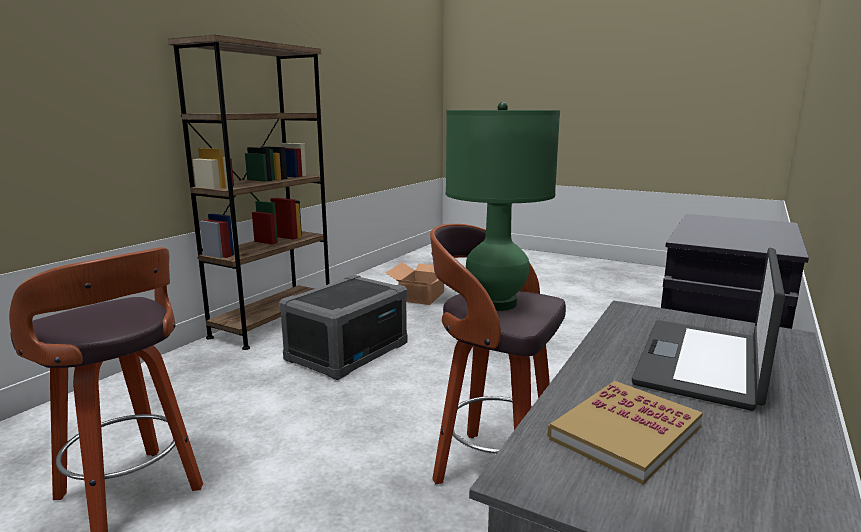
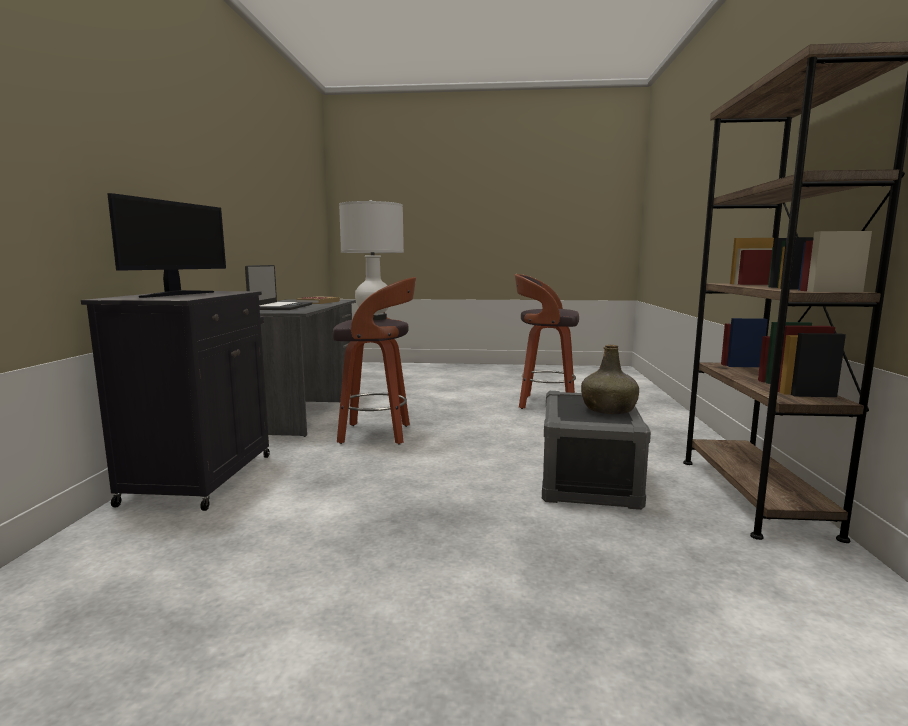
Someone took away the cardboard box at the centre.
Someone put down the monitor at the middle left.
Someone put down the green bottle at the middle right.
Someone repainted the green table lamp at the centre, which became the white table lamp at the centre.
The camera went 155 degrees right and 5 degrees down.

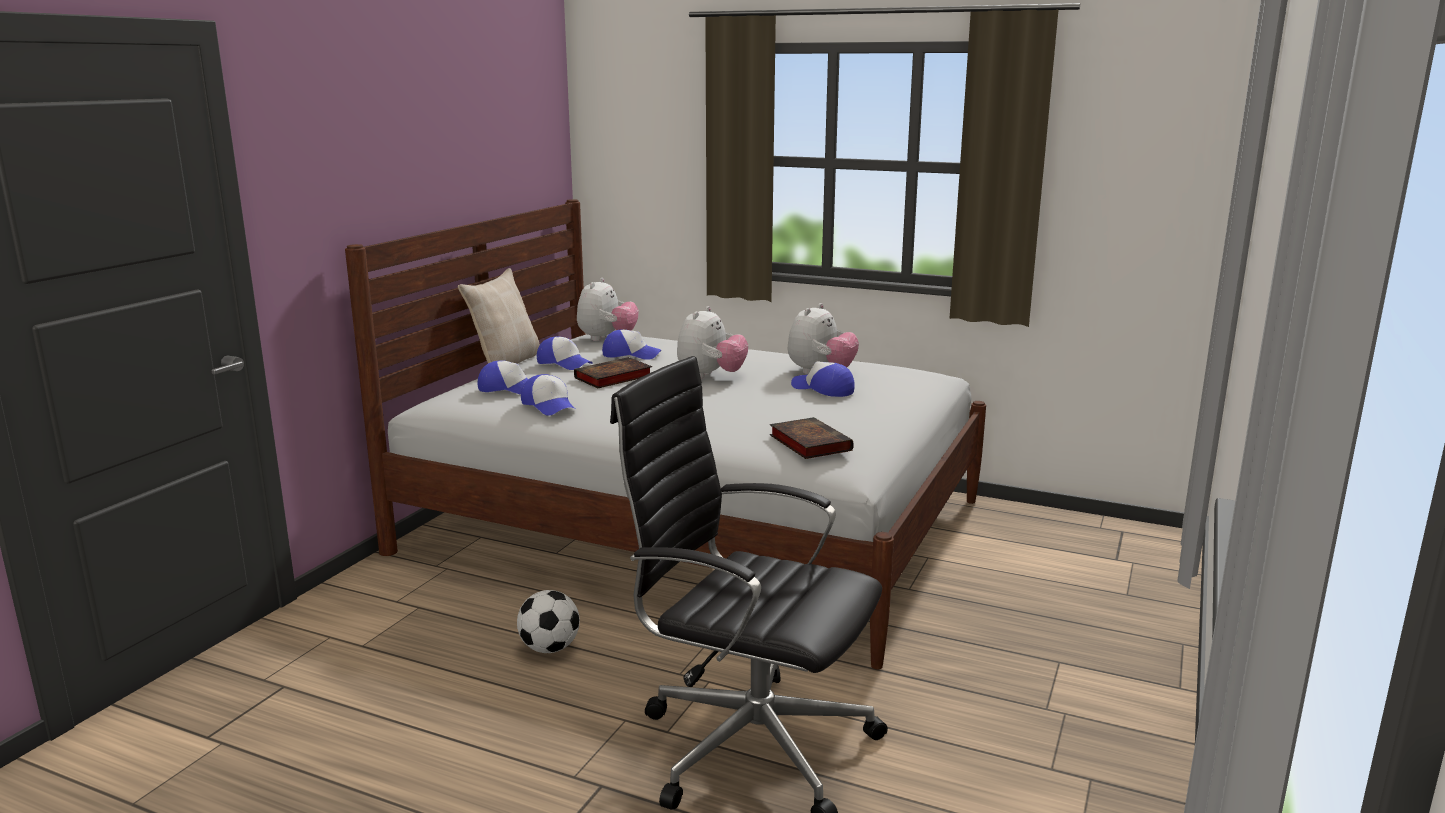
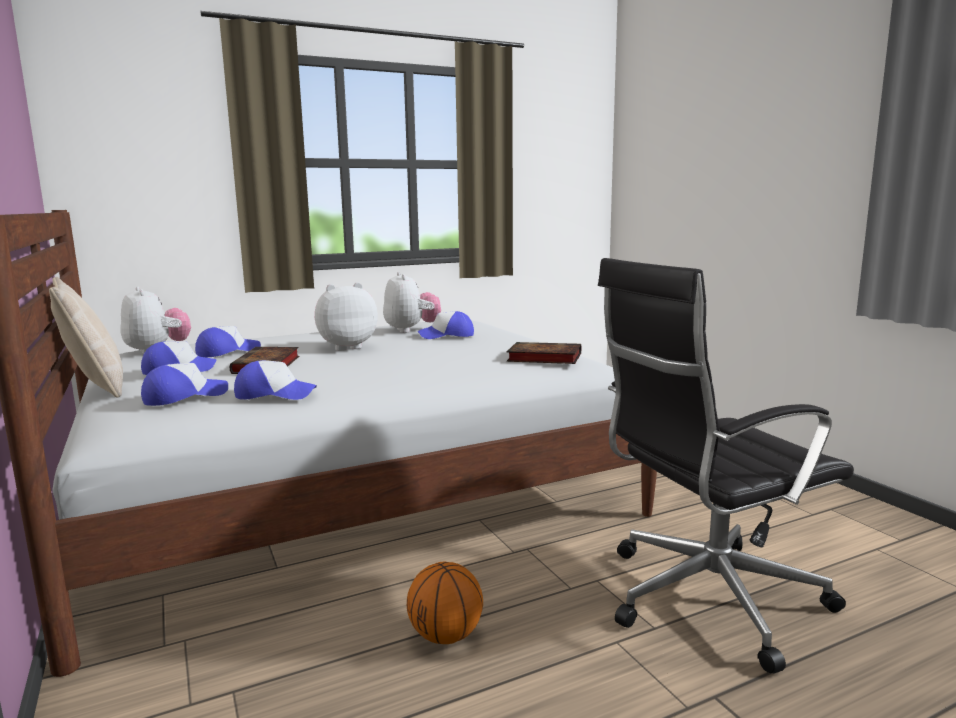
Someone swapped the football at the bottom centre for the basketball at the bottom centre.
Someone rotated the plush toy (no. 2 from left) at the centre by 90 degrees counterclockwise.
The camera went 50 degrees left and 5 degrees down.

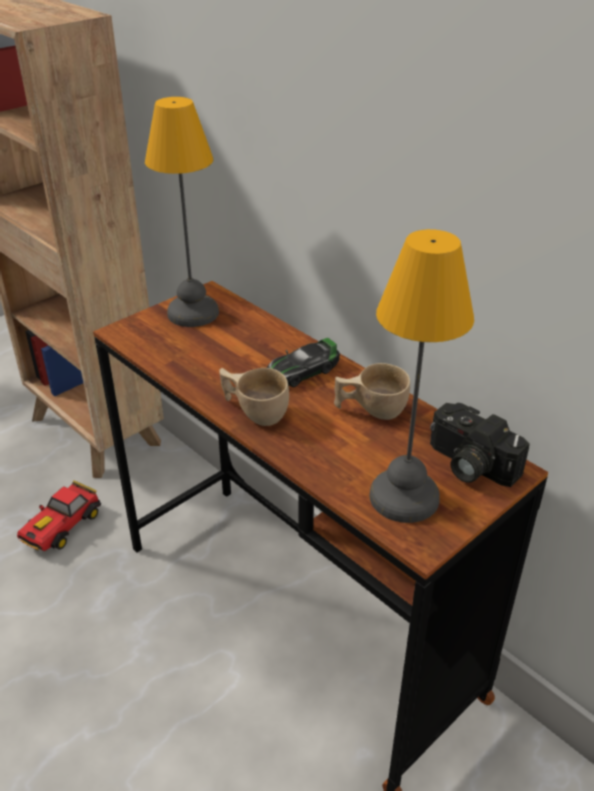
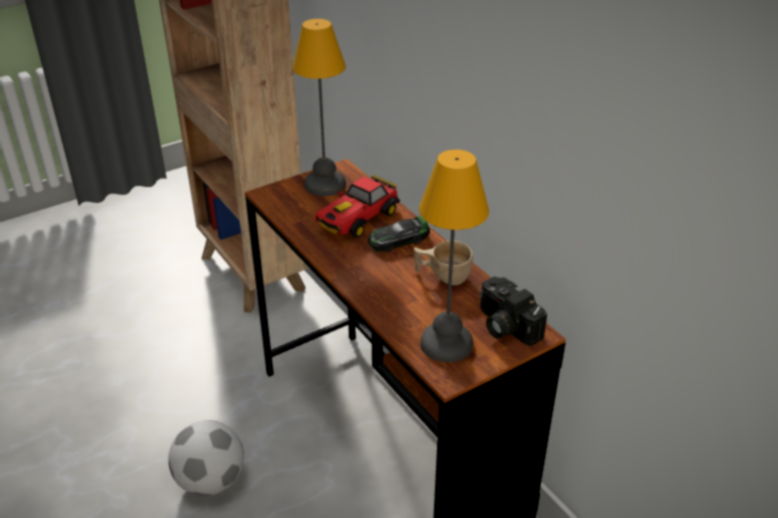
Someone took away the beige cup (no. 1 from left) at the centre.
Someone put down the football at the bottom left.
Someone carried the toy car (no. 1 from left) from the middle left to the centre.
The camera went 10 degrees right and 0 degrees up.

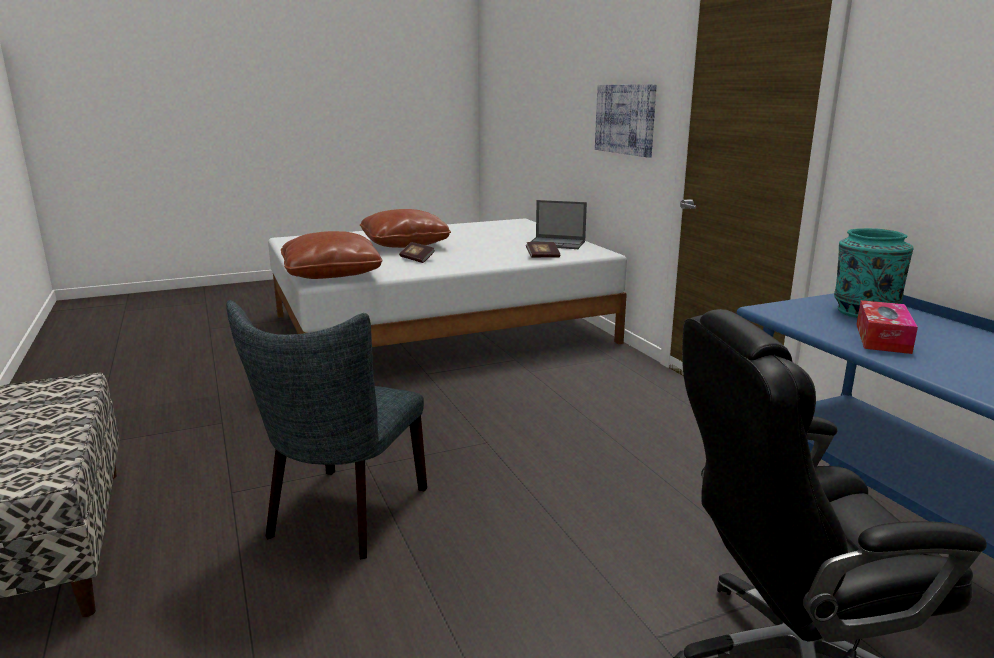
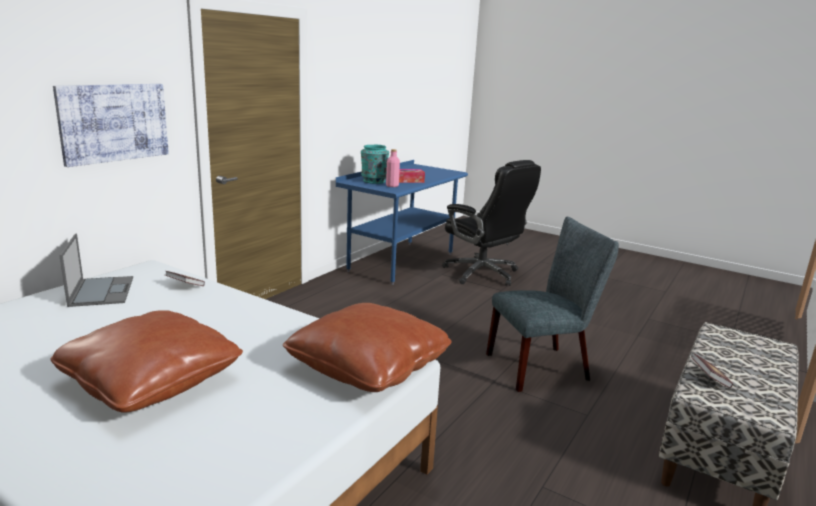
Someone put down the pink bottle at the top centre.
Someone carried the book (no. 1 from left in the first image) from the centre to the bottom right.
The camera went 125 degrees left and 0 degrees up.

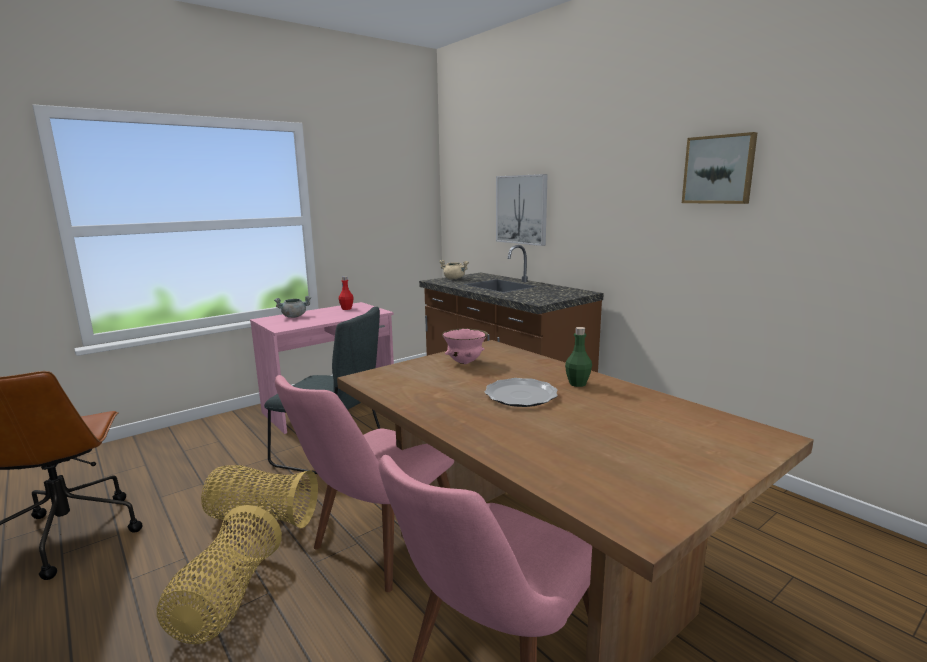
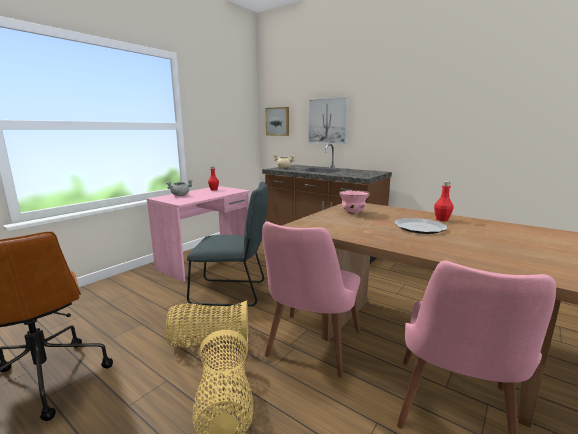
Someone carried the picture (no. 2 from left in the first image) from the top right to the top centre.
Someone repainted the green bottle at the centre, which became the red bottle (no. 2 from left) at the middle right.
The camera went 15 degrees left and 0 degrees up.

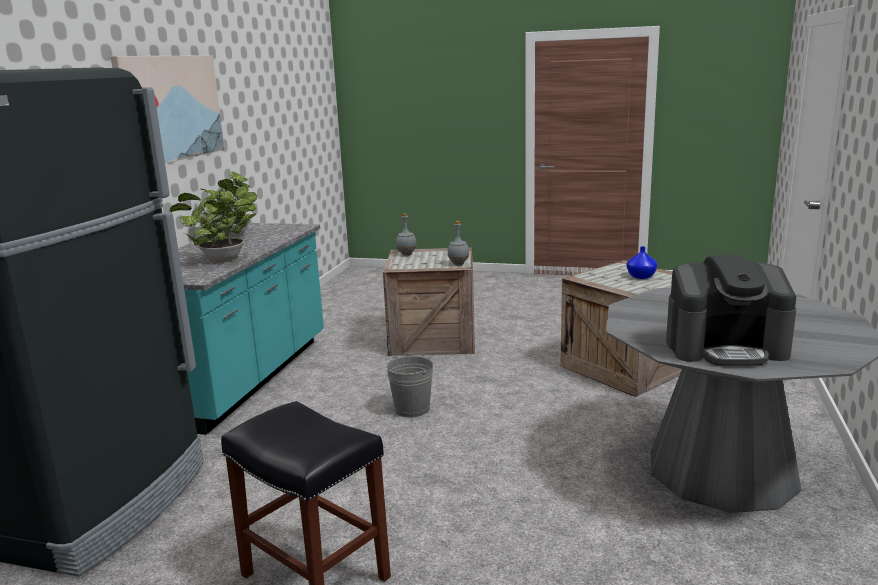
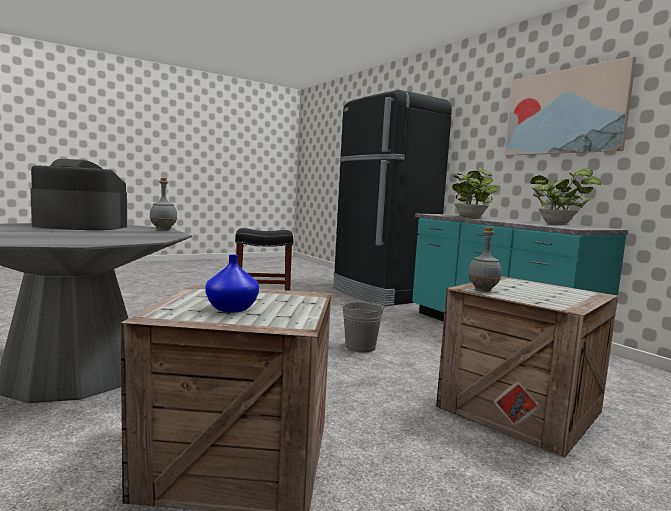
Someone carried the grey bottle (no. 1 from left) from the centre to the middle left.
Someone rotated the coffee machine at the middle right by 45 degrees clockwise.
The camera went 130 degrees right and 10 degrees down.

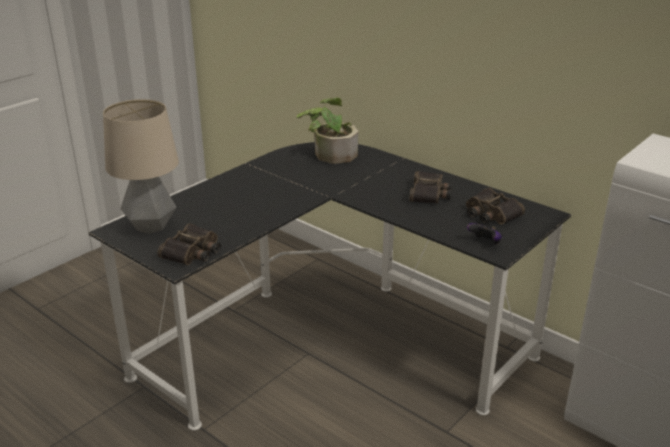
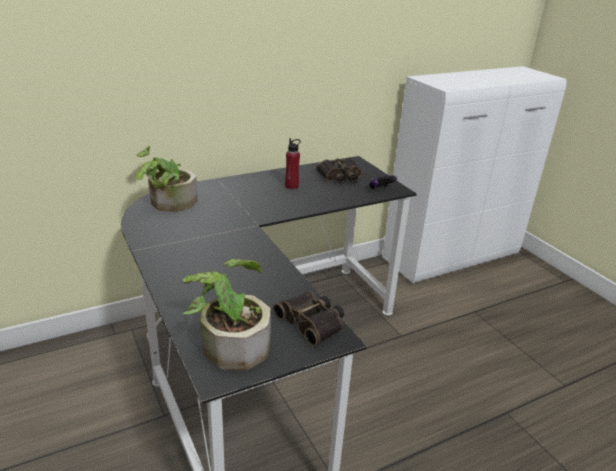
Someone swapped the table lamp at the middle left for the potted plant (no. 2 from left) at the bottom centre.
Someone swapped the binoculars (no. 2 from left) at the centre for the red bottle at the centre.
The camera went 70 degrees left and 0 degrees up.

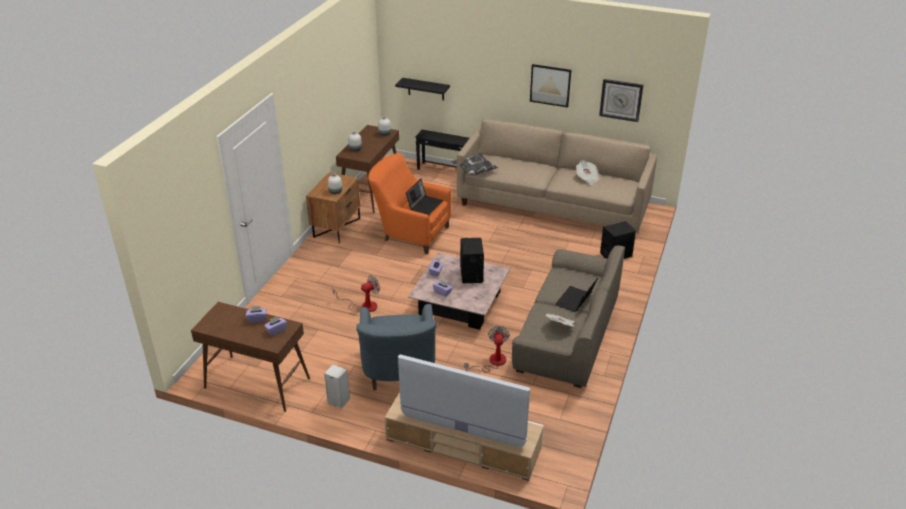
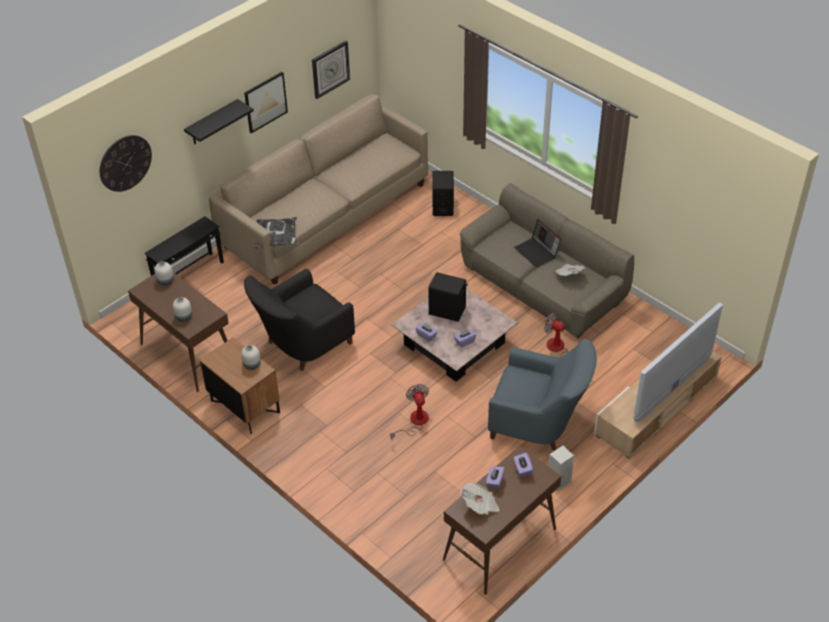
Someone took away the laptop (no. 1 from left) at the centre.
Someone put up the wall clock (no. 1 from left) at the top left.
Someone carried the black shelf from the top centre to the top left.
Someone carried the newspaper (no. 2 from left in the first image) from the centre to the bottom centre.
Someone repainted the orange armchair at the centre, which became the black armchair at the centre.
The camera went 65 degrees left and 10 degrees up.

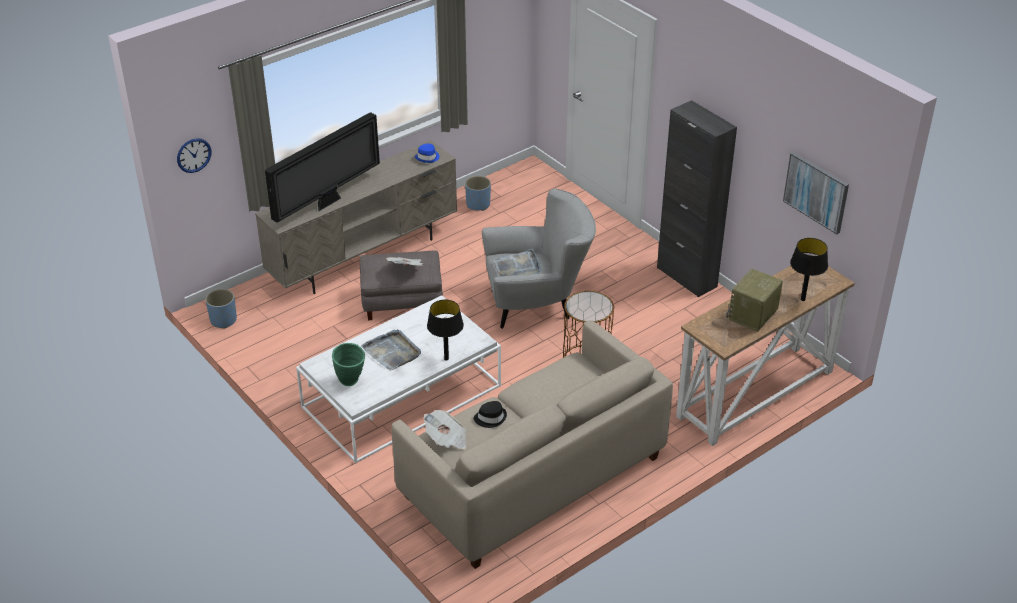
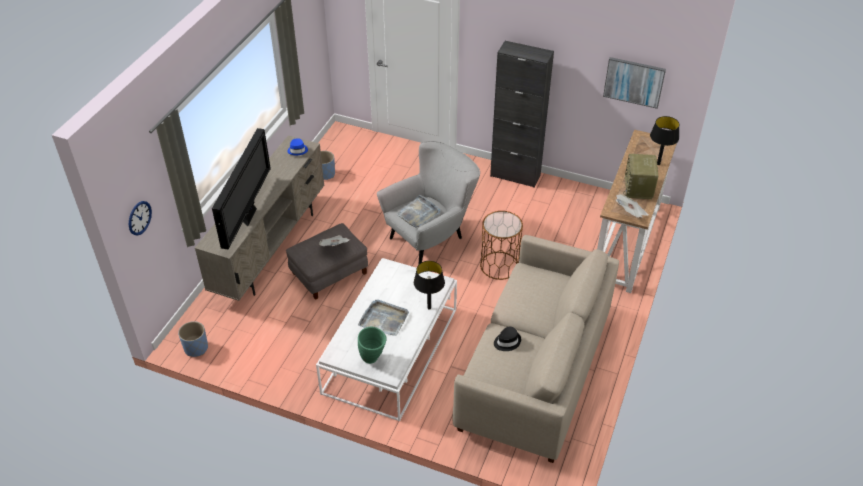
Someone carried the newspaper (no. 2 from left) from the bottom centre to the middle right.
The camera went 30 degrees left and 5 degrees up.

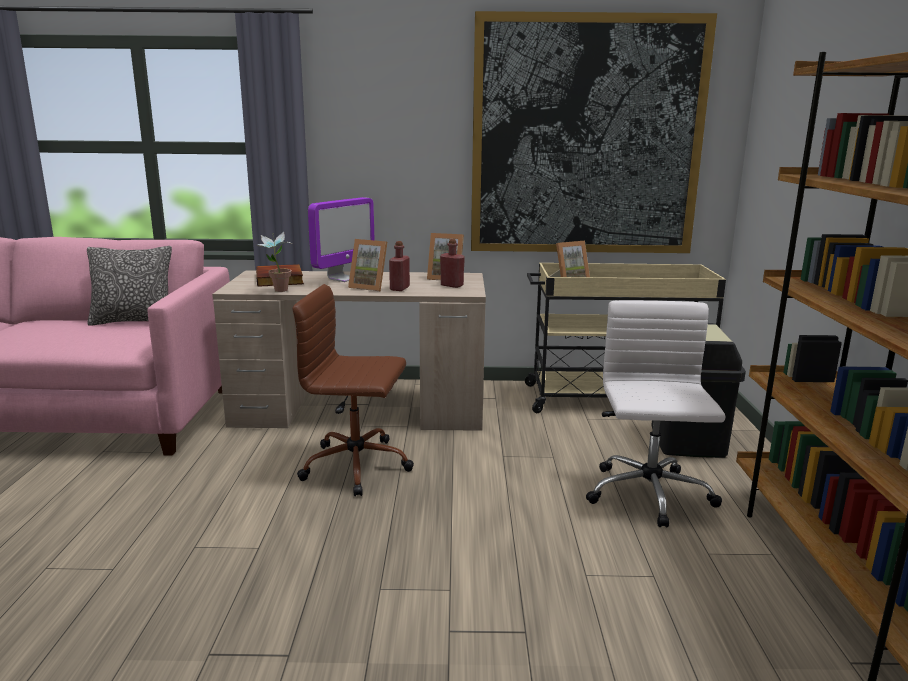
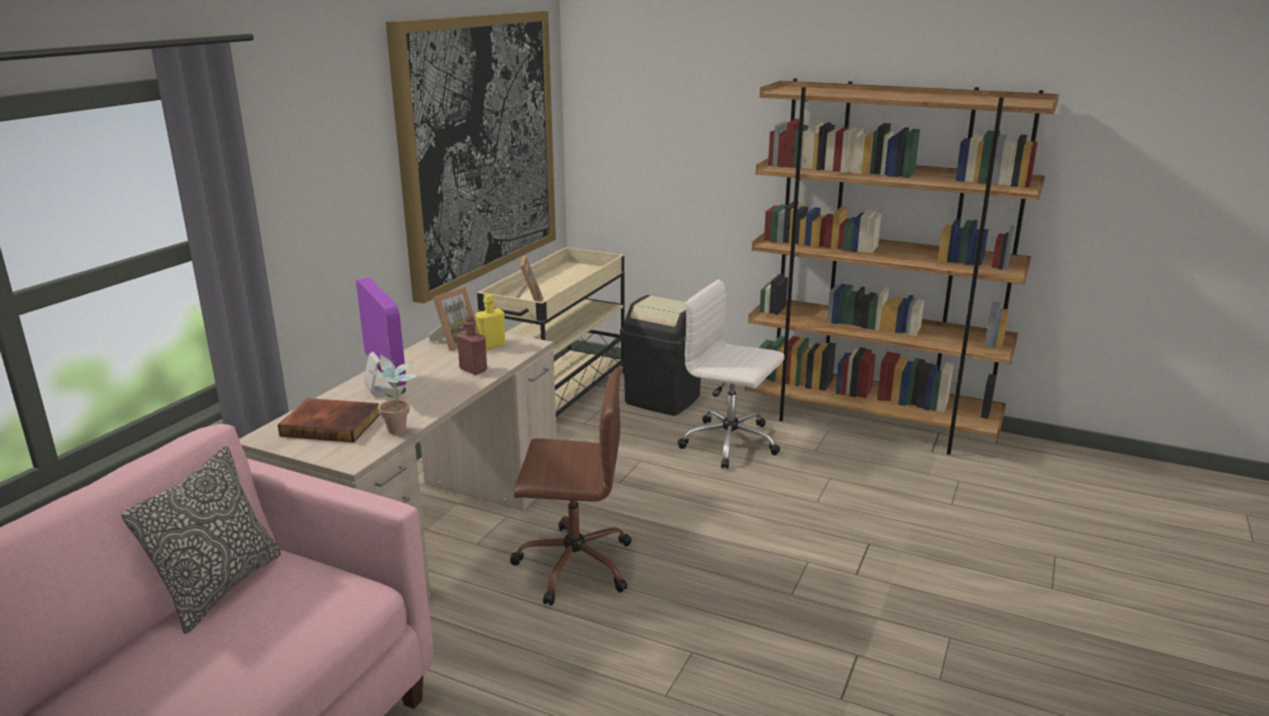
Someone took away the picture frame (no. 1 from left) at the centre.
Someone repainted the red bottle (no. 2 from left) at the centre, which became the yellow bottle at the centre.
Someone rotated the brown office chair at the centre by 120 degrees counterclockwise.
The camera went 65 degrees left and 5 degrees up.

